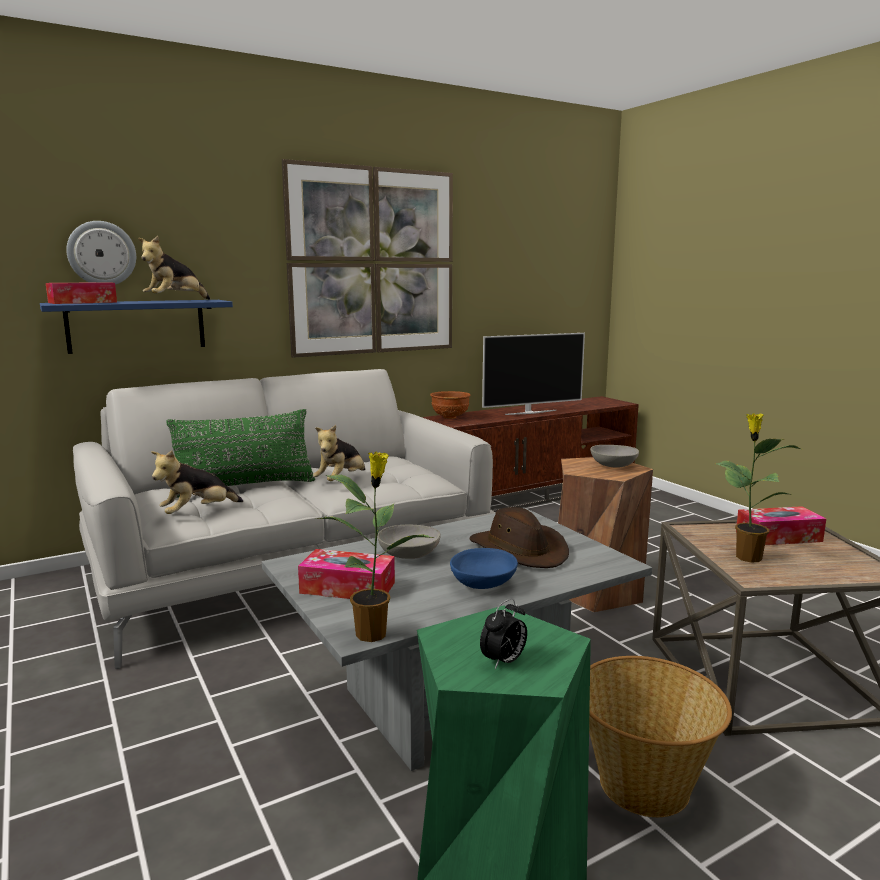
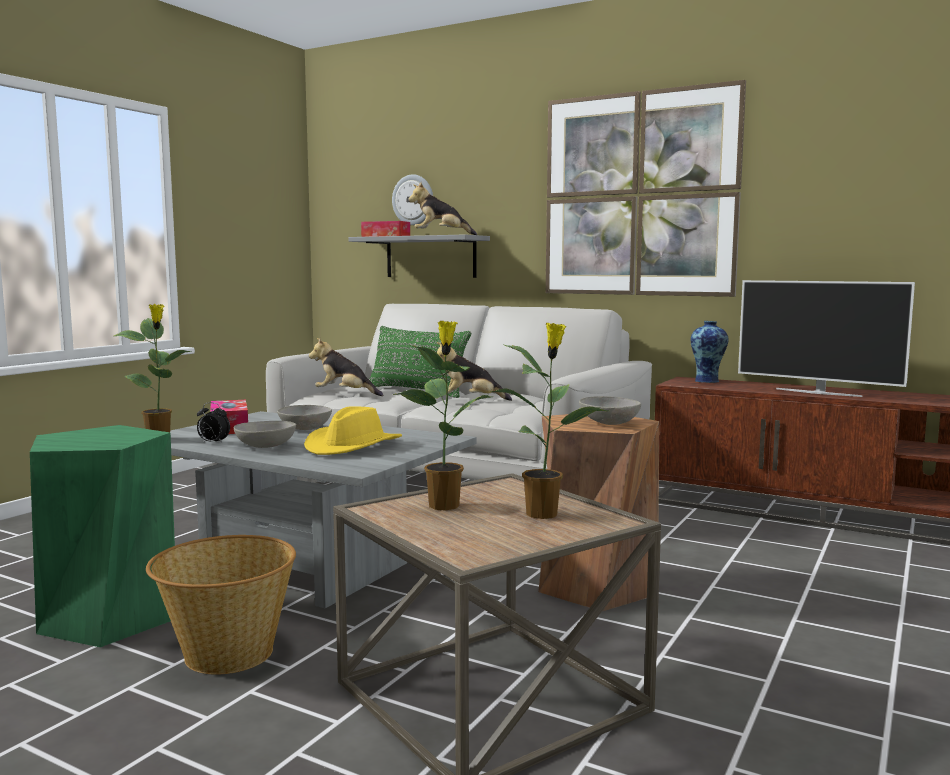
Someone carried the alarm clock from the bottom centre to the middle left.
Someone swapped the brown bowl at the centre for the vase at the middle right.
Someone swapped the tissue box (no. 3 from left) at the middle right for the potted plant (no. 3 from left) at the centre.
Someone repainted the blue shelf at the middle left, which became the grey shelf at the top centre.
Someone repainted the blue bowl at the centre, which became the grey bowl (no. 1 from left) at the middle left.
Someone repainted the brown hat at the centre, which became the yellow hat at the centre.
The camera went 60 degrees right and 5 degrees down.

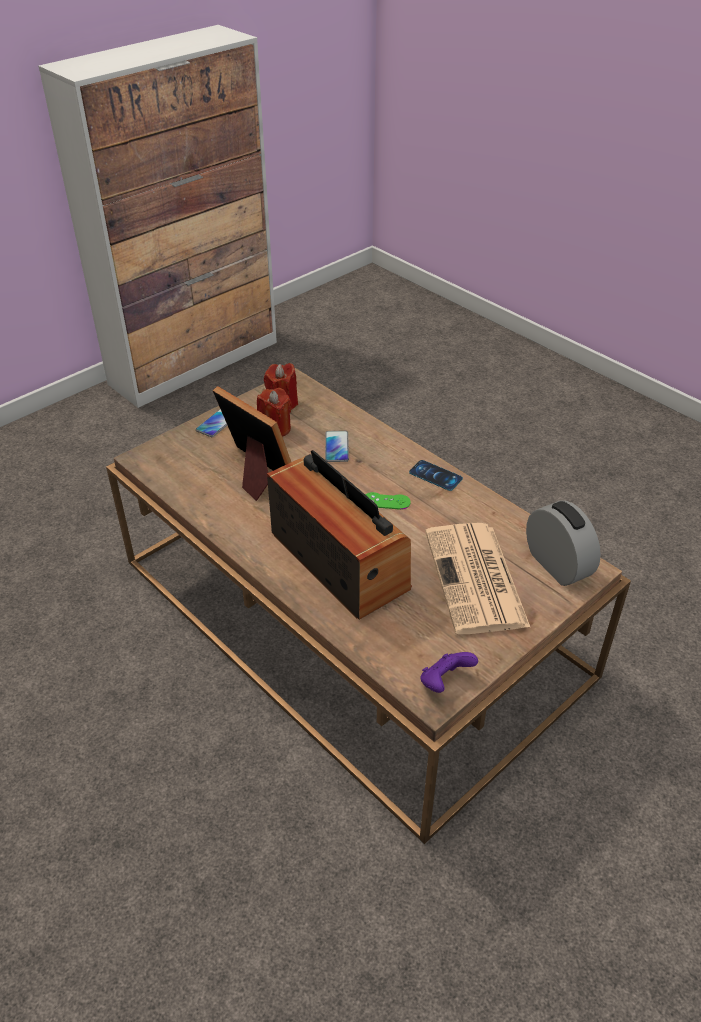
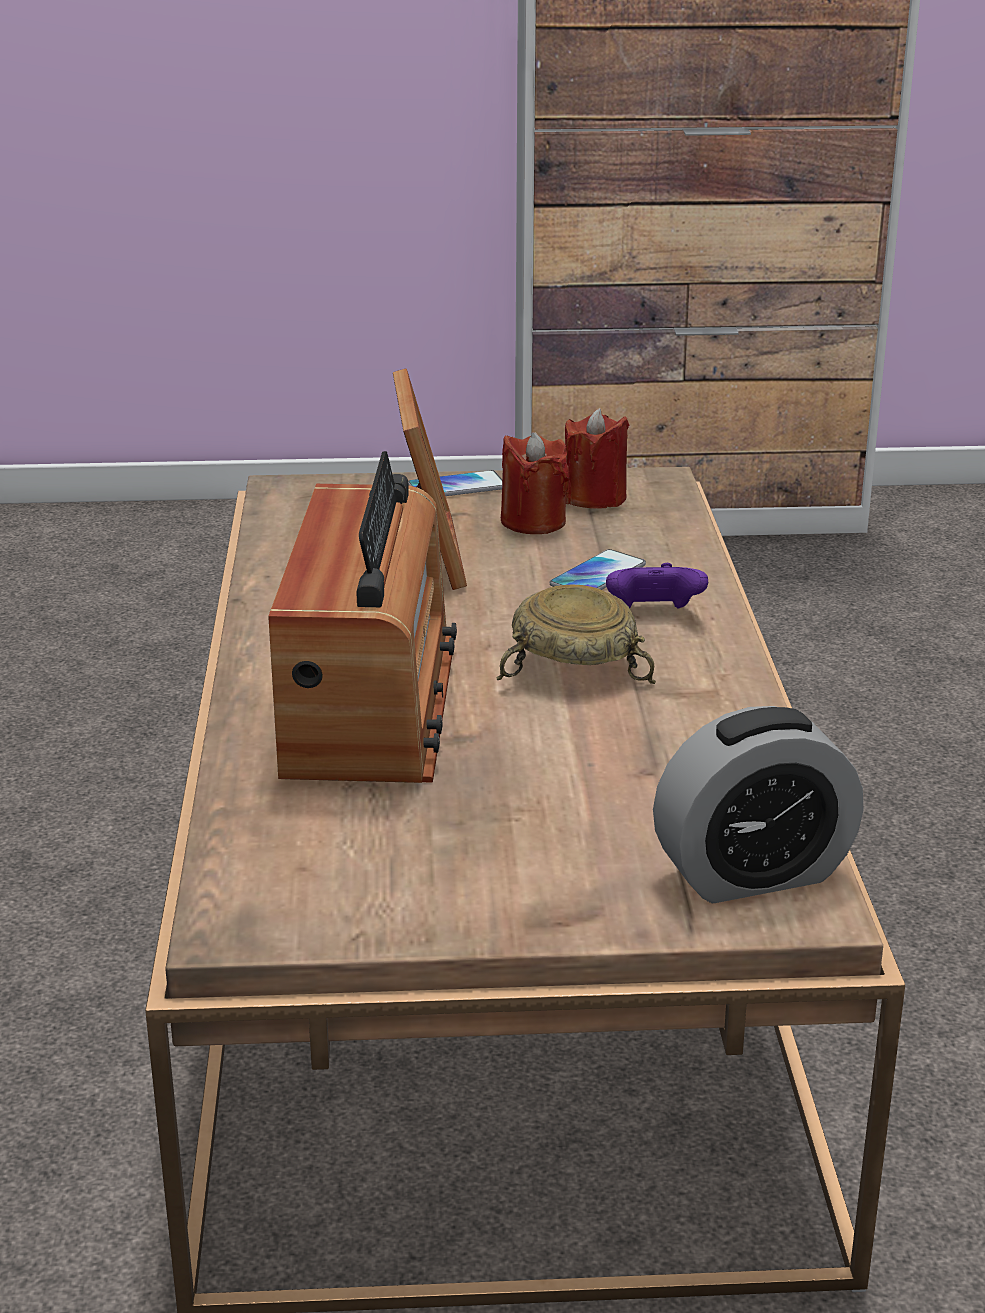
Someone took away the phone (no. 3 from left) at the centre.
Someone took away the newspaper at the middle right.
Someone carried the purple game controller from the centre to the middle right.
Someone swapped the green game controller at the centre for the beige bowl at the centre.
Someone rotated the alarm clock at the middle right by 60 degrees clockwise.
The camera went 40 degrees right and 15 degrees down.

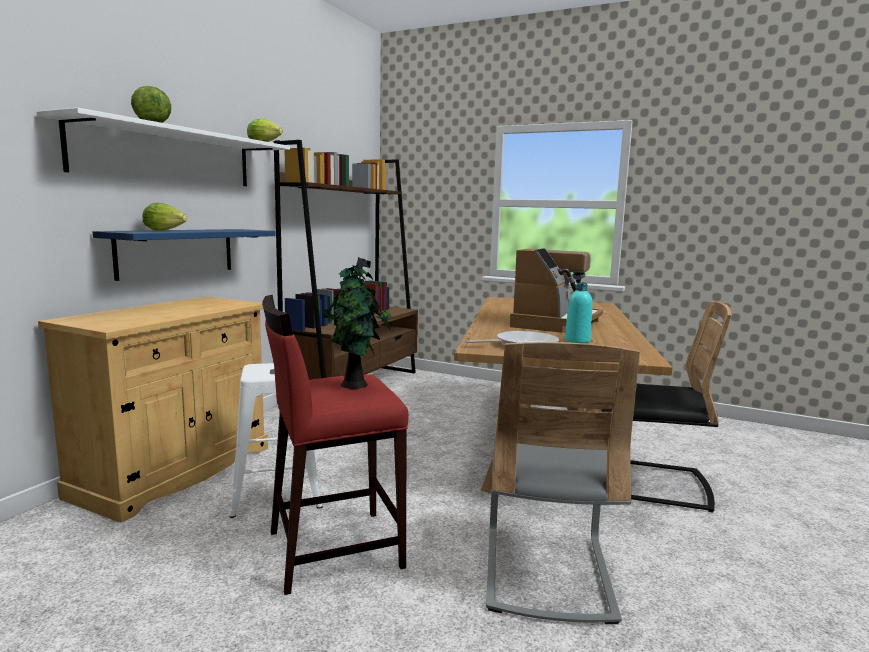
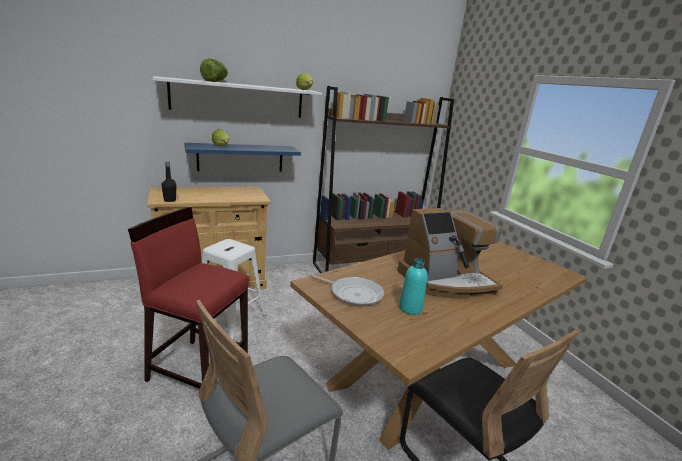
Someone took away the potted plant at the centre.
Someone put down the black bottle at the middle left.
The camera went 40 degrees right and 10 degrees up.

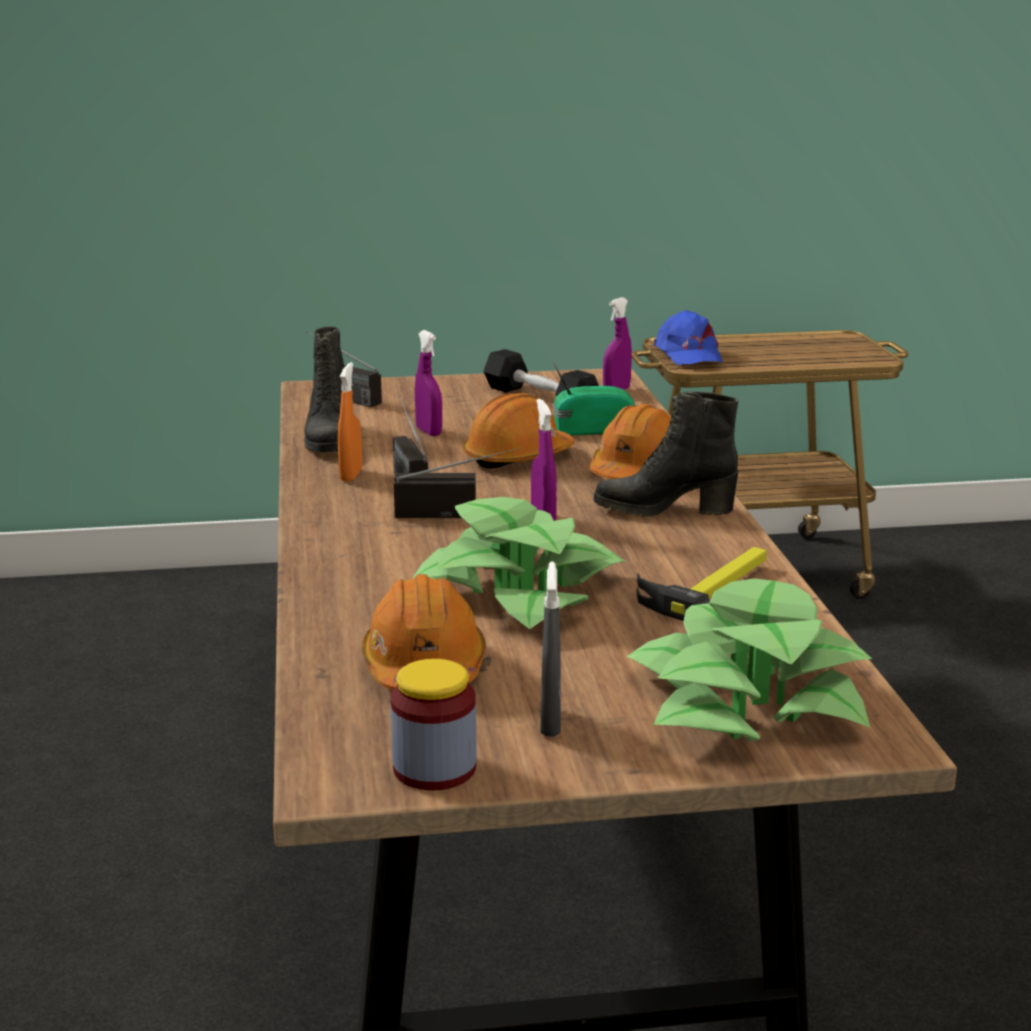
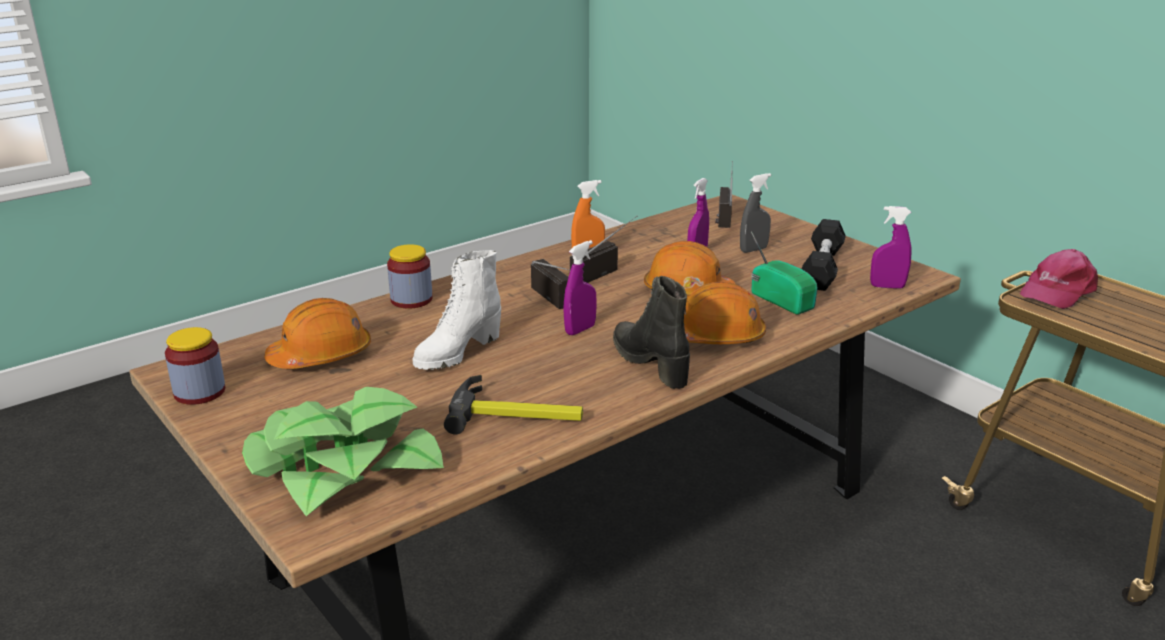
Someone took away the black boot (no. 1 from left) at the middle left.
Someone put down the jar (no. 2 from left) at the centre.
Someone carried the grey spray bottle from the centre to the top centre.
Someone swapped the potted plant (no. 1 from left) at the centre for the white boot at the centre.
Someone repainted the blue cap at the top right, which became the pink cap at the middle right.
The camera went 60 degrees right and 5 degrees up.

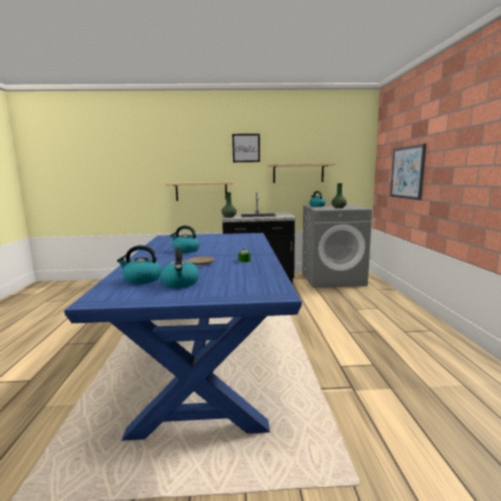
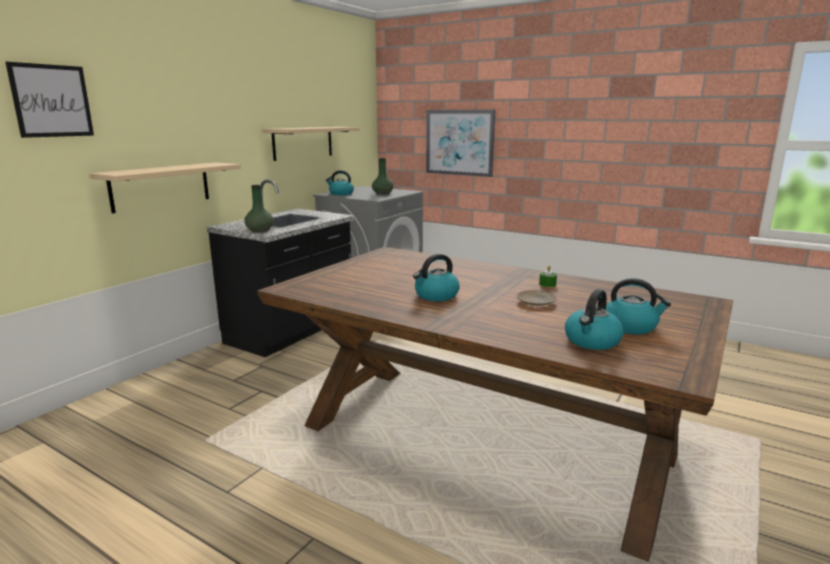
Someone carried the picture (no. 1 from left) from the top centre to the top left.
Someone repainted the blue dining table at the bottom centre, which became the brown dining table at the bottom centre.
The camera went 55 degrees left and 5 degrees up.

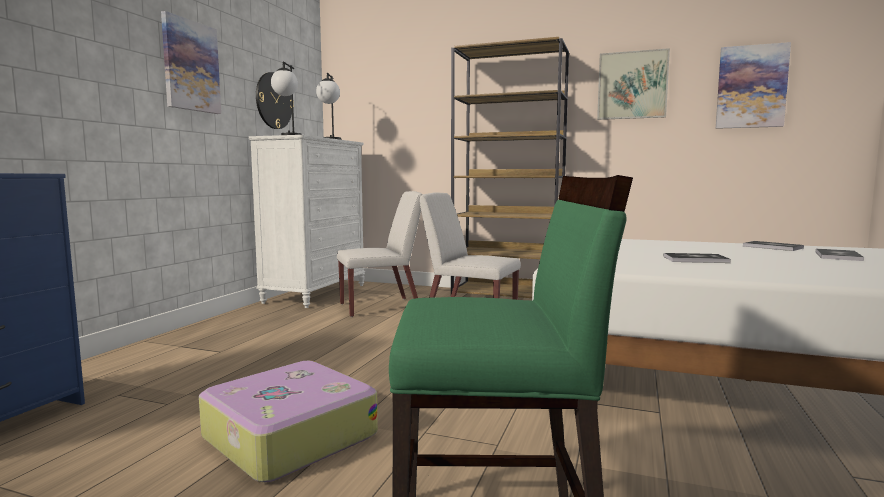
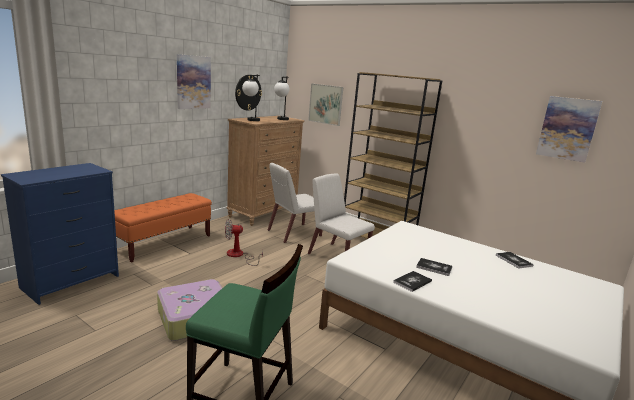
Someone put down the orange bench at the middle left.
Someone put down the fan at the centre.
Someone carried the picture (no. 2 from left) from the top right to the top centre.
Someone carried the book (no. 3 from left in the first image) from the middle right to the bottom centre.
Someone repainted the white dresser at the centre, which became the brown dresser at the centre.
Someone rotated the white chair (no. 1 from left) at the centre by 150 degrees clockwise.
The camera went 15 degrees right and 10 degrees up.

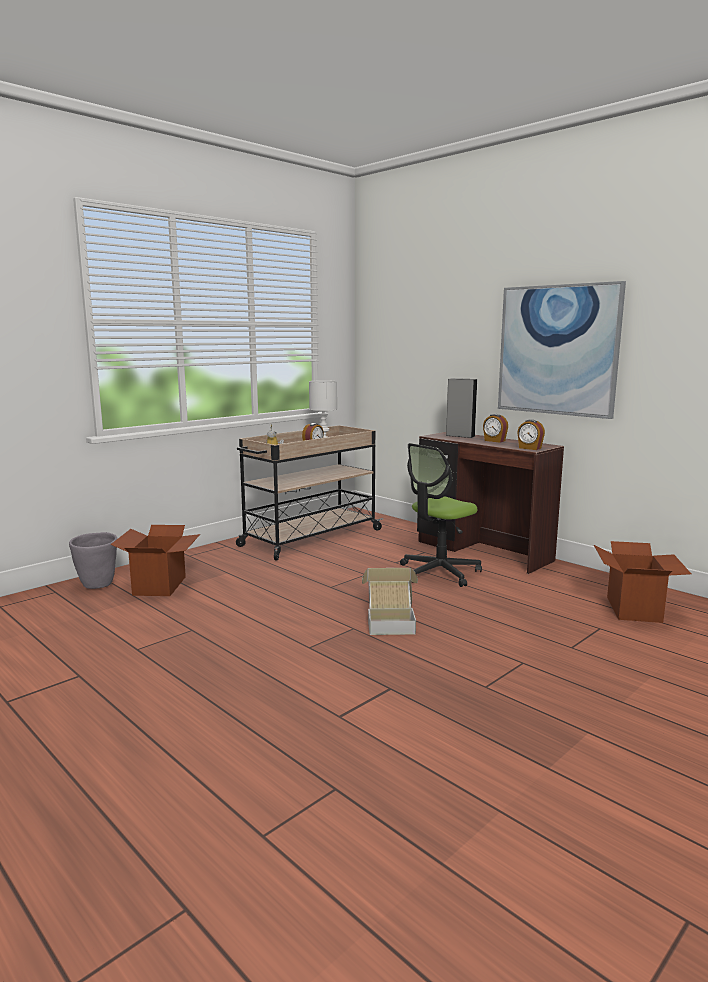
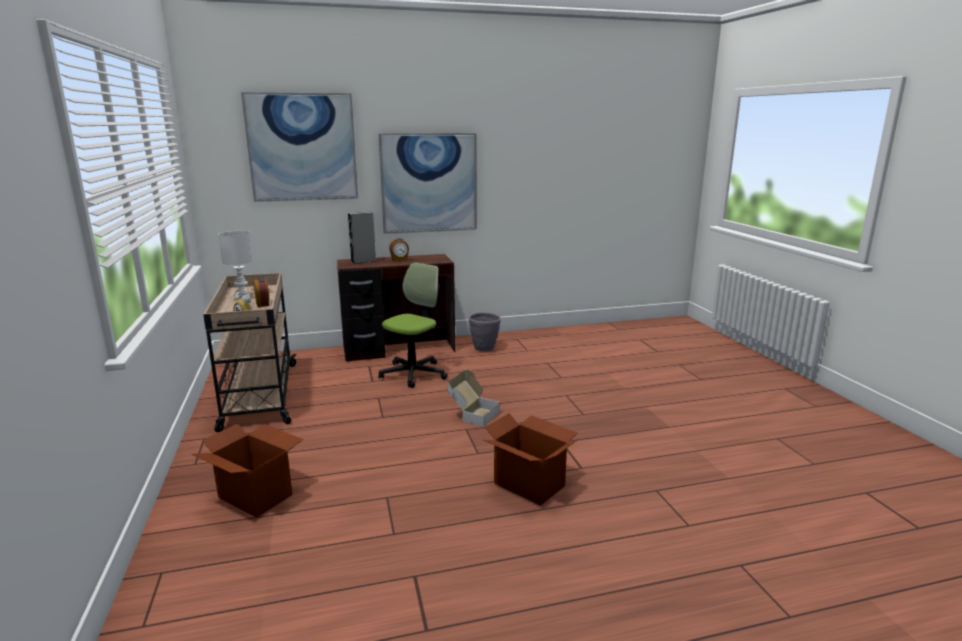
Someone took away the alarm clock (no. 4 from left) at the middle right.
Someone put up the picture (no. 1 from left) at the top left.
Someone carried the grey planter from the middle left to the centre.
Someone carried the cardboard box (no. 3 from left) from the middle right to the bottom centre.
Someone rotated the office chair at the centre by 135 degrees counterclockwise.
The camera went 60 degrees left and 5 degrees up.

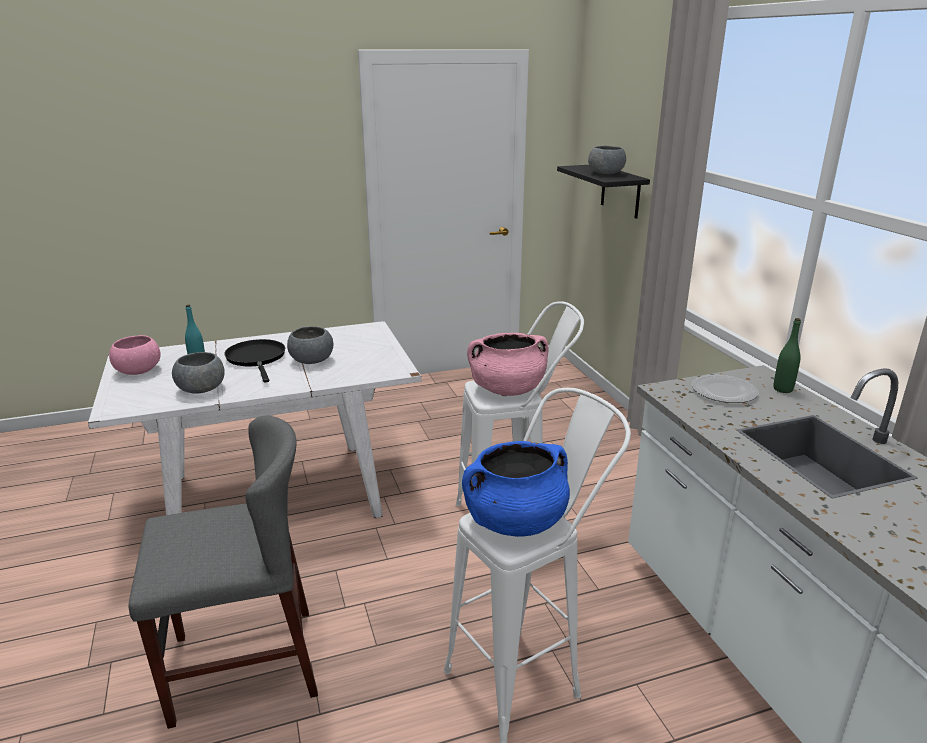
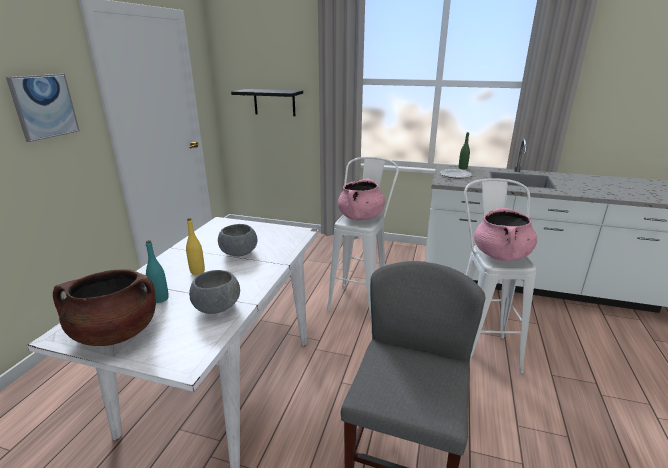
Someone took away the grey bowl (no. 3 from left) at the top centre.
Someone put up the picture at the top left.
Someone swapped the pink bowl at the middle left for the brown cooking pot at the middle left.
Someone swapped the black frying pan at the middle left for the yellow bottle at the middle left.
Someone repainted the blue cooking pot at the centre, which became the pink cooking pot (no. 2 from left) at the middle right.
The camera went 55 degrees left and 0 degrees up.

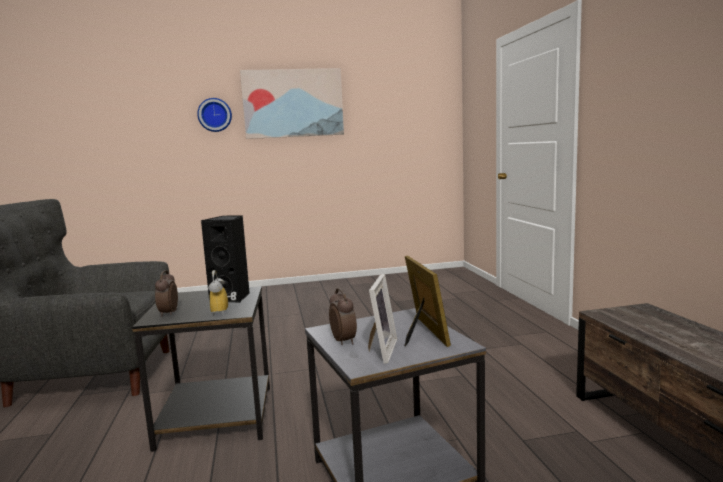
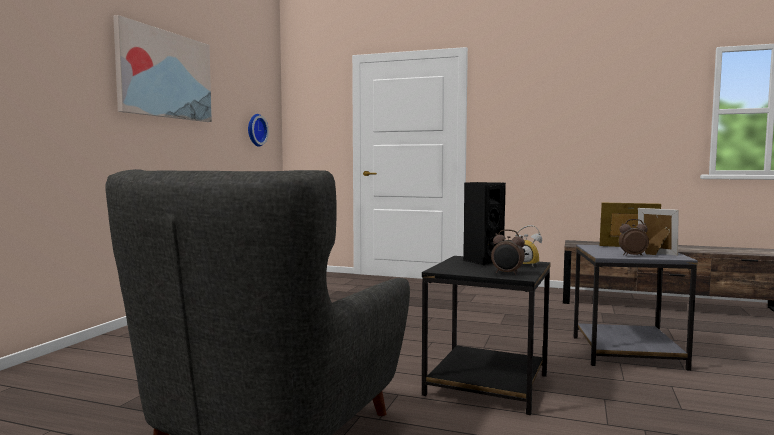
Someone carried the wall clock from the top left to the top centre.
The camera went 60 degrees left and 5 degrees down.

